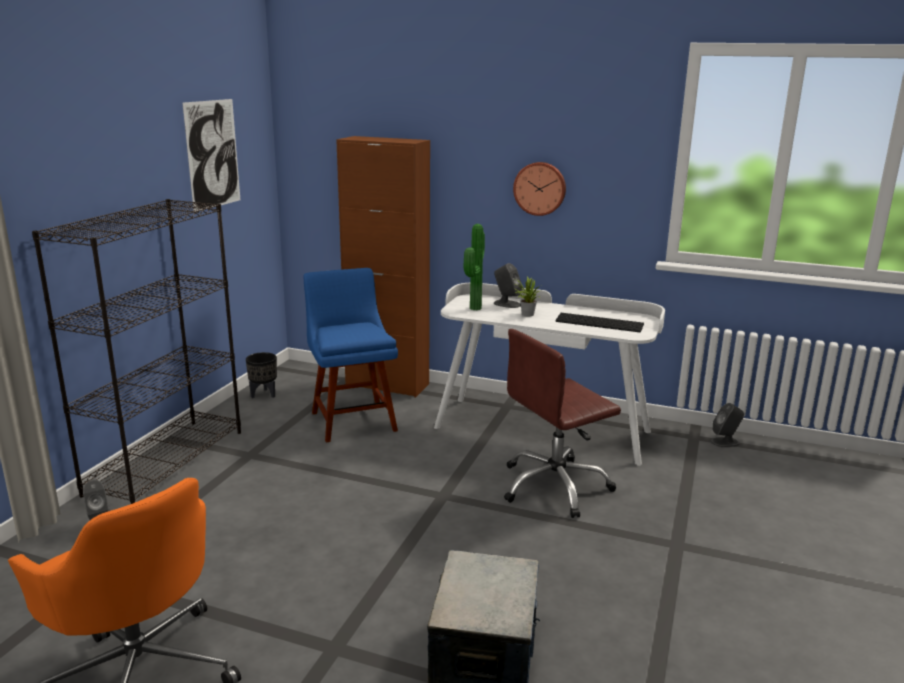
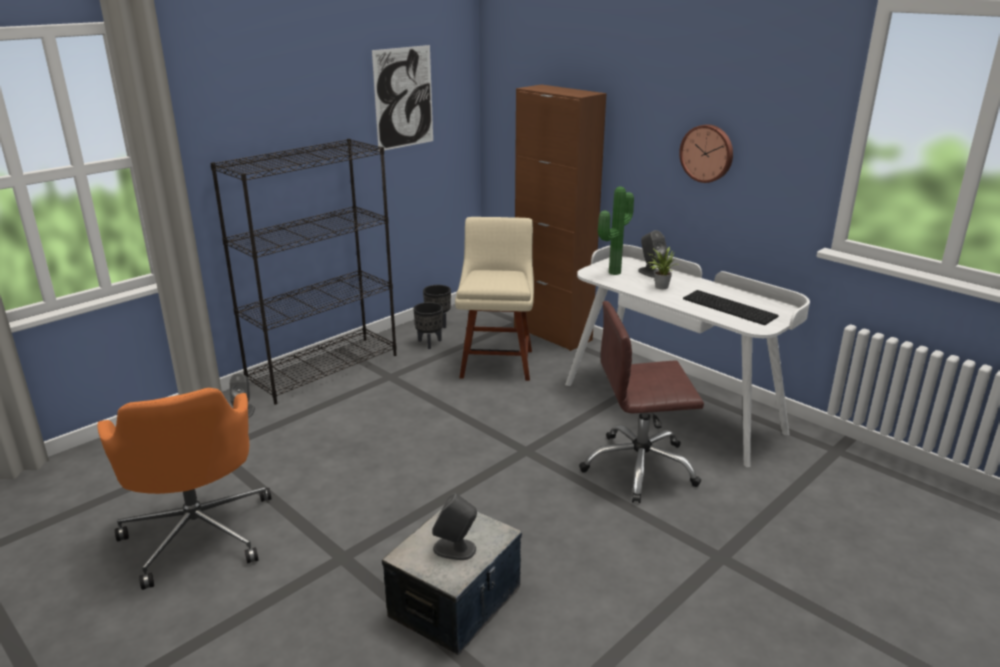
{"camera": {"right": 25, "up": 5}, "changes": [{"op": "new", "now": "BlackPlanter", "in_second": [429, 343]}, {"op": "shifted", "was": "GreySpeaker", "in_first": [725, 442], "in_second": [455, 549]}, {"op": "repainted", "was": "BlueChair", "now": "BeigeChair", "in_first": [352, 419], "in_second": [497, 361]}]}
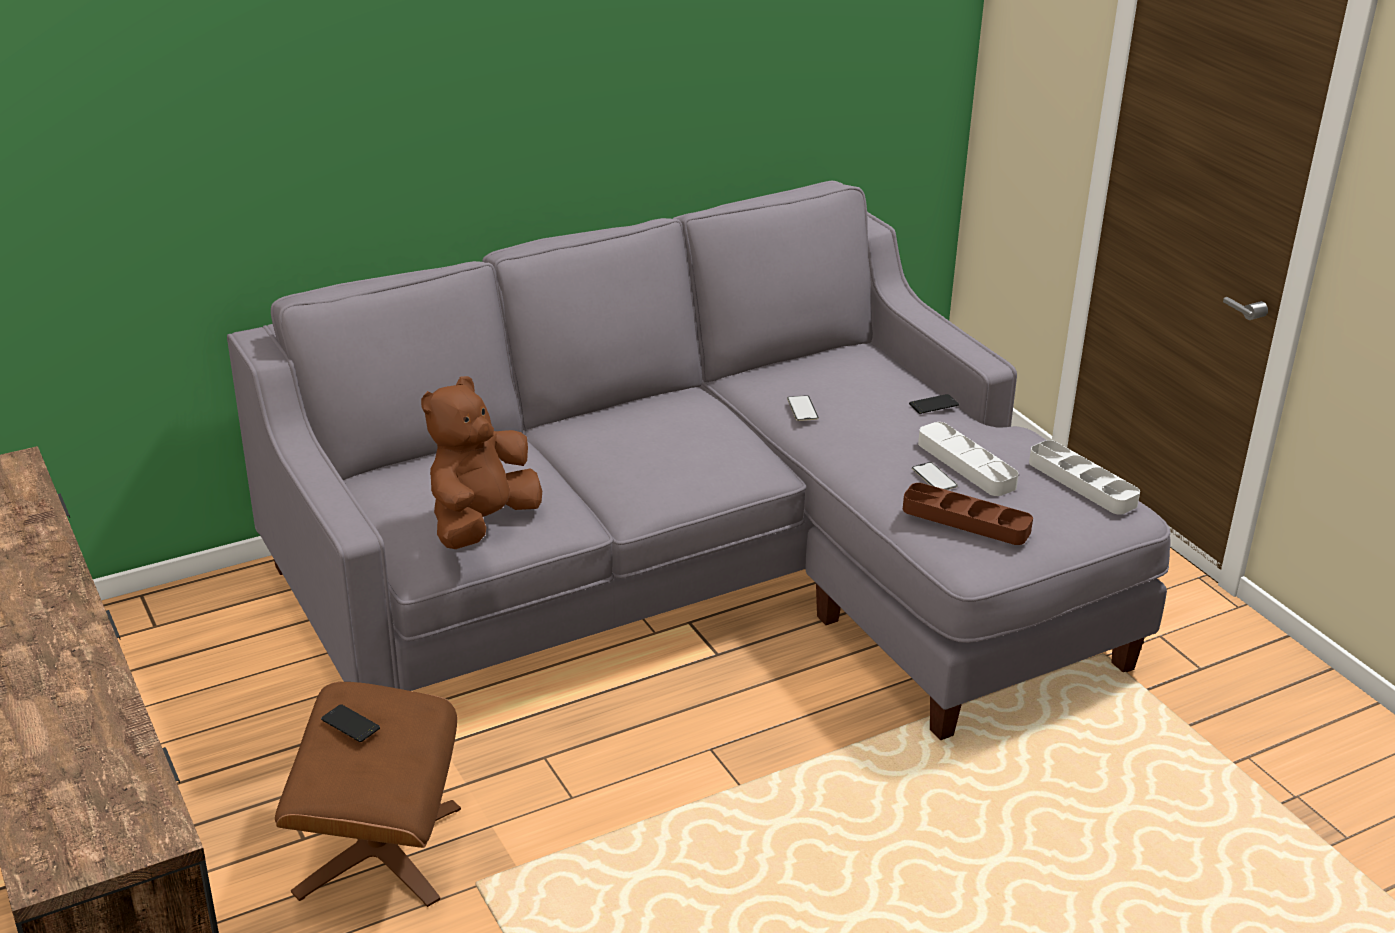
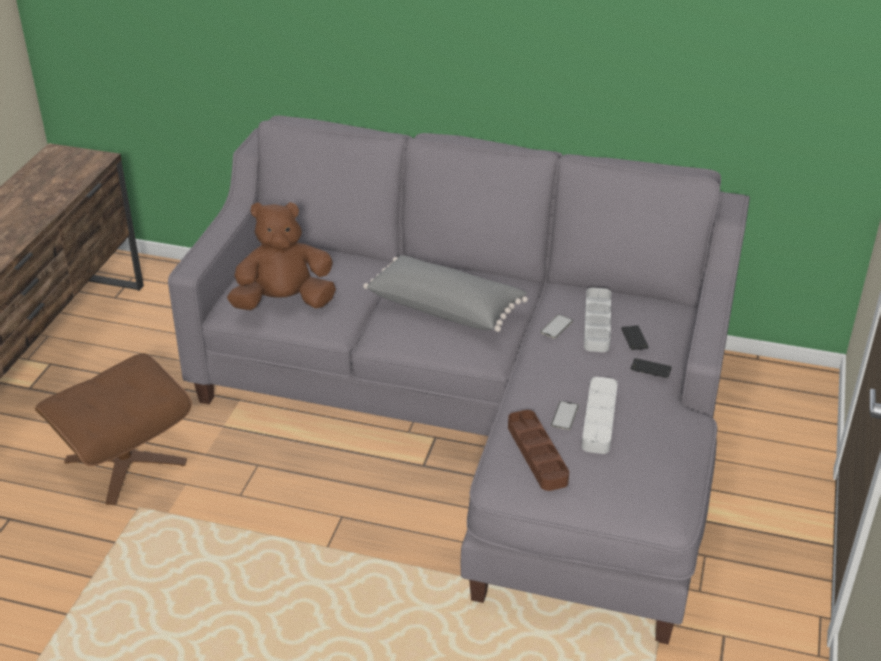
{"camera": {"right": 45, "up": 5}, "changes": [{"op": "new", "now": "GreyPillow", "in_second": [445, 307]}, {"op": "shifted", "was": "Phone", "in_first": [350, 724], "in_second": [634, 338]}, {"op": "shifted", "was": "GreyTray", "in_first": [1082, 483], "in_second": [597, 323]}]}
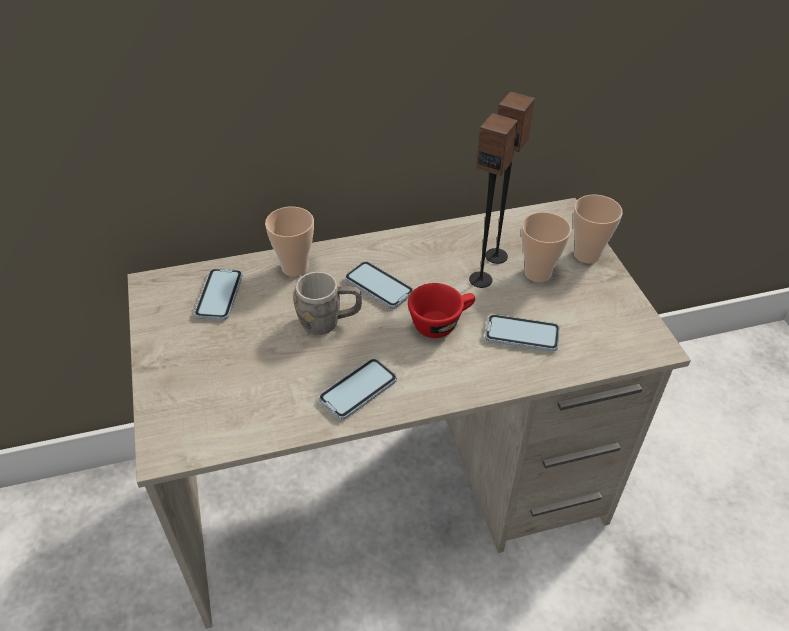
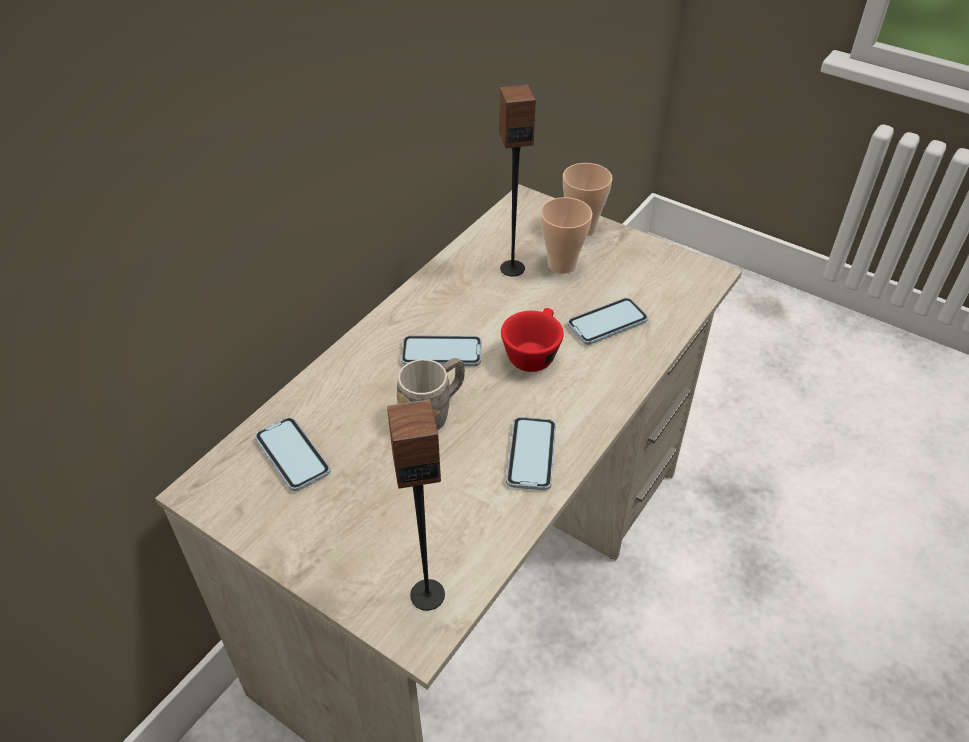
{"camera": {"right": -40, "up": 0}, "changes": [{"op": "gone", "was": "Cup", "in_first": [295, 267]}, {"op": "shifted", "was": "Speaker", "in_first": [481, 279], "in_second": [427, 594]}]}
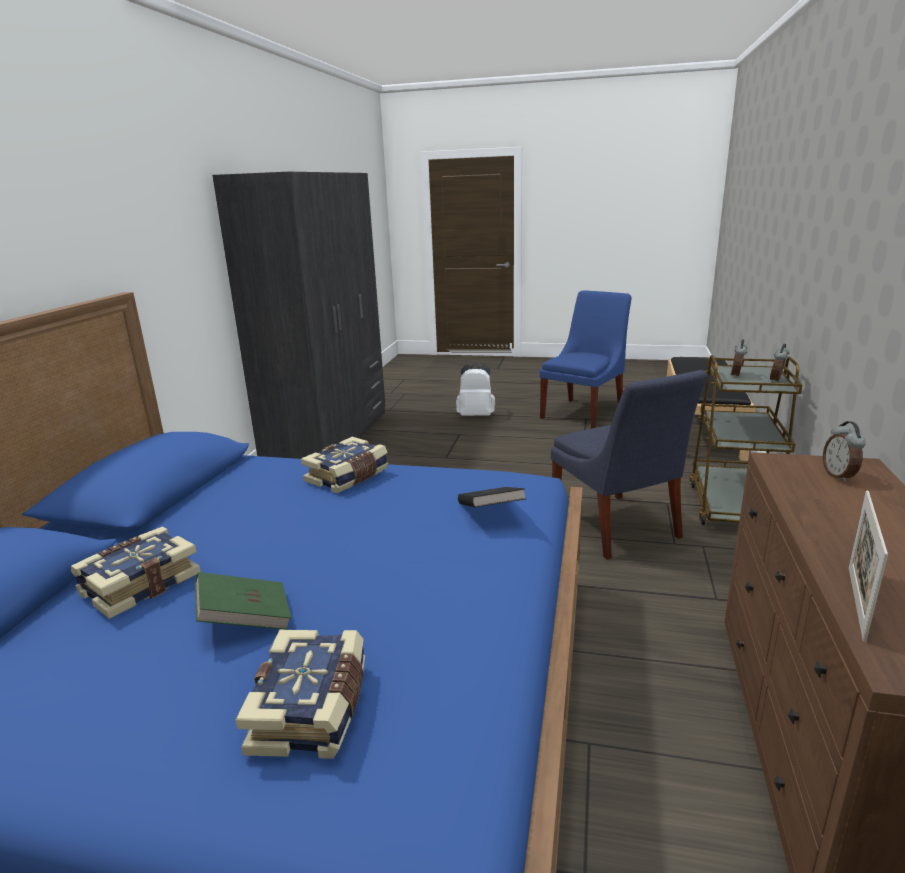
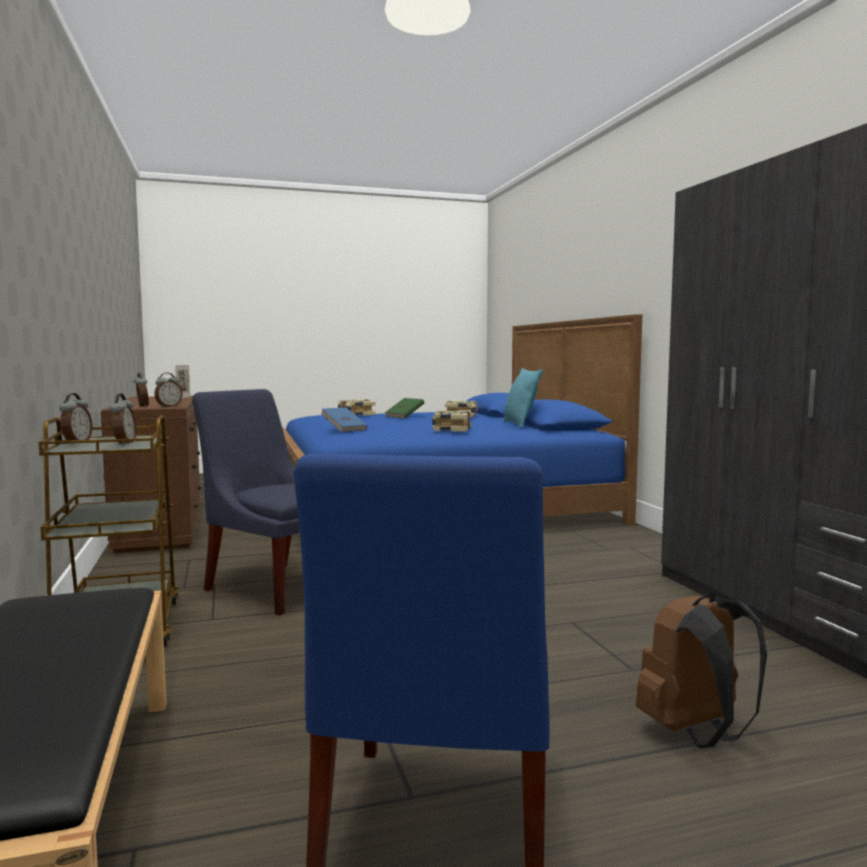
{"camera": {"right": 150, "up": -15}, "changes": [{"op": "new", "now": "AlarmClock", "in_second": [168, 407]}, {"op": "new", "now": "TurquoisePillow", "in_second": [520, 425]}, {"op": "repainted", "was": "WhiteBackpack", "now": "BrownBackpack", "in_first": [476, 416], "in_second": [696, 733]}, {"op": "repainted", "was": "BlackBook", "now": "BlueBook", "in_first": [490, 513], "in_second": [344, 430]}]}
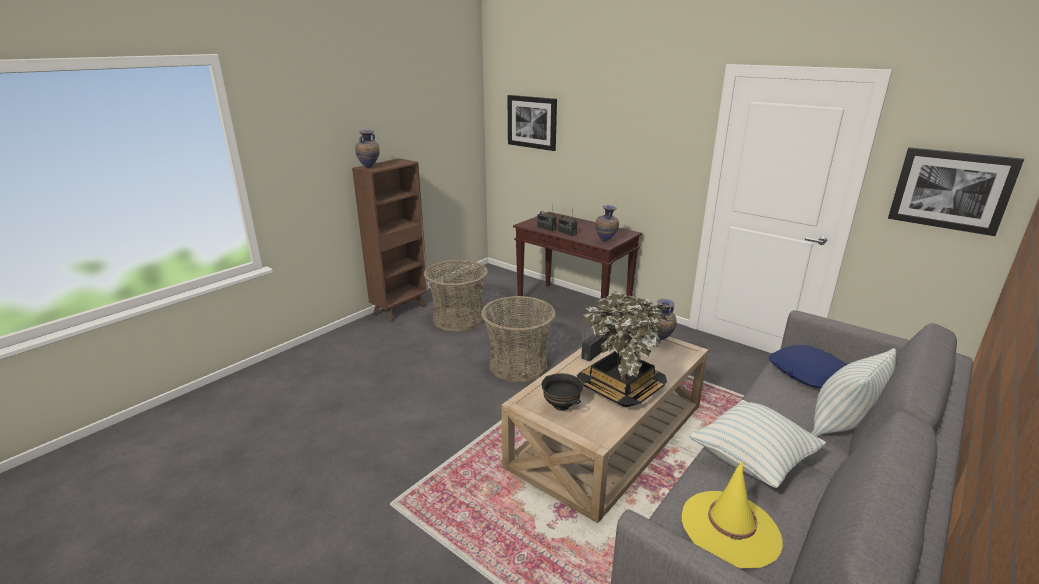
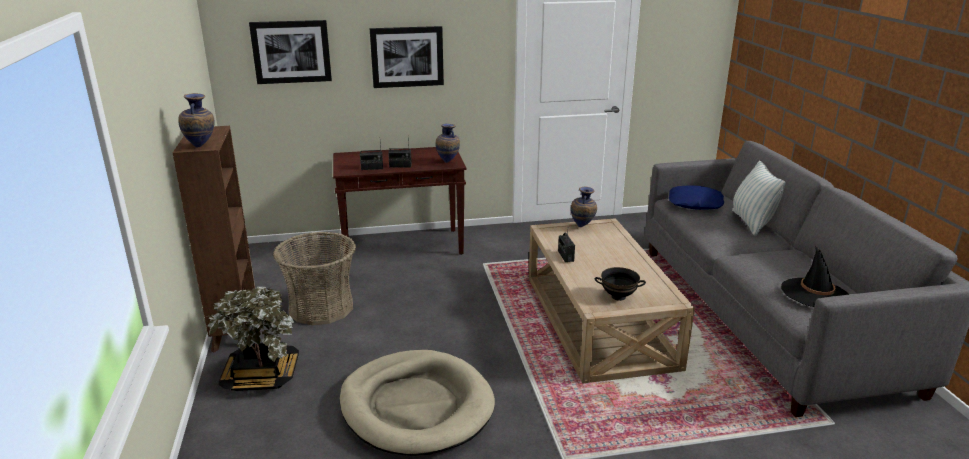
{"camera": {"right": -50, "up": 0}, "changes": [{"op": "gone", "was": "Basket", "in_first": [518, 365]}, {"op": "gone", "was": "Pillow", "in_first": [752, 460]}, {"op": "new", "now": "BeigeDogBed", "in_second": [416, 406]}, {"op": "shifted", "was": "PottedPlant", "in_first": [621, 389], "in_second": [262, 376]}, {"op": "shifted", "was": "Picture", "in_first": [951, 190], "in_second": [407, 57]}, {"op": "repainted", "was": "YellowHat", "now": "BlackHat", "in_first": [730, 528], "in_second": [815, 294]}]}
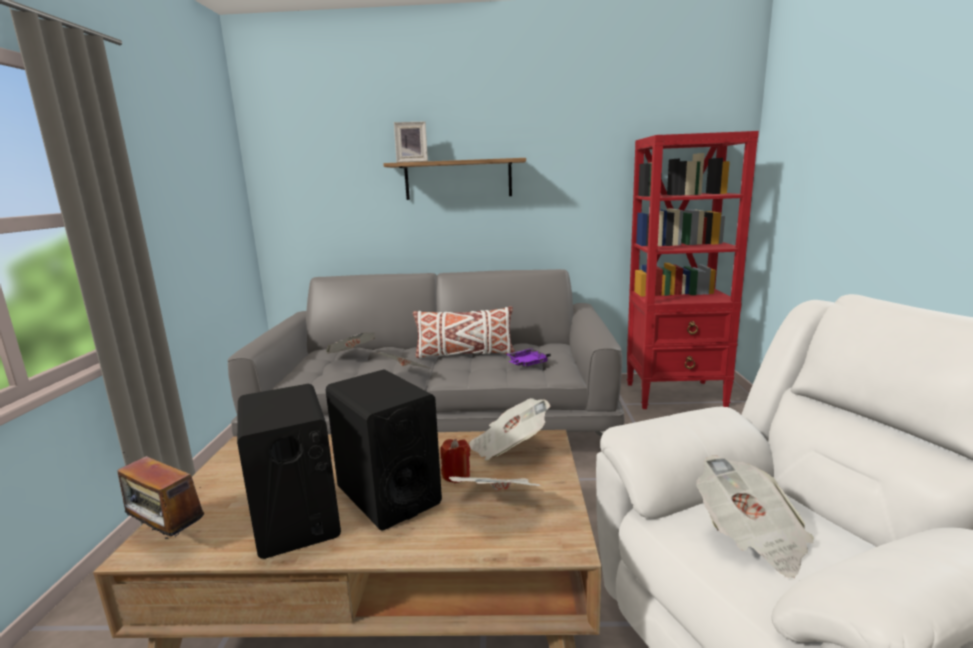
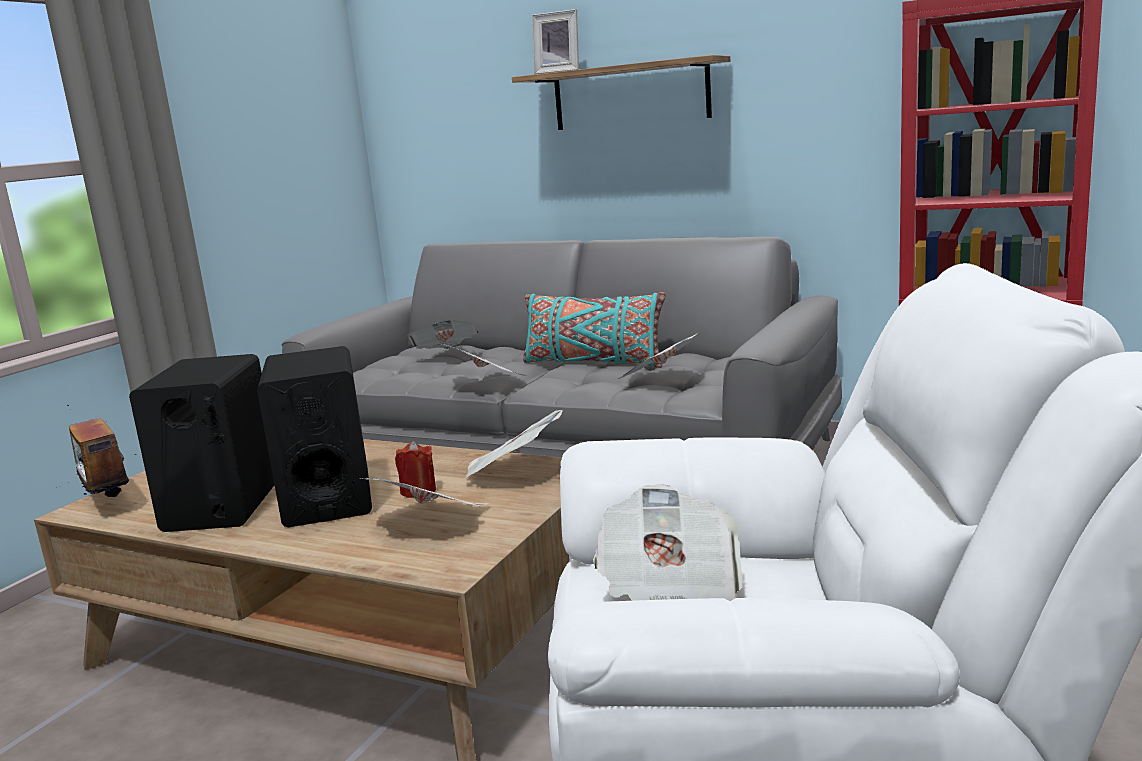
{"camera": {"right": 25, "up": 0}, "changes": [{"op": "swapped", "was": "PurpleTray", "now": "Newspaper", "in_first": [526, 363], "in_second": [660, 379]}, {"op": "repainted", "was": "WhitePillow", "now": "TurquoisePillow", "in_first": [464, 354], "in_second": [593, 362]}]}
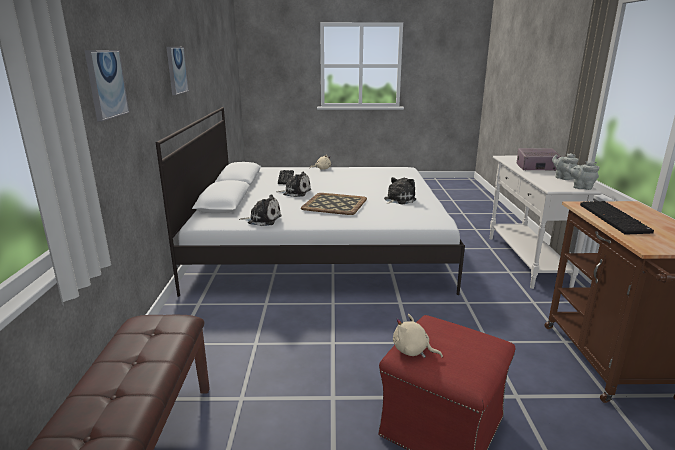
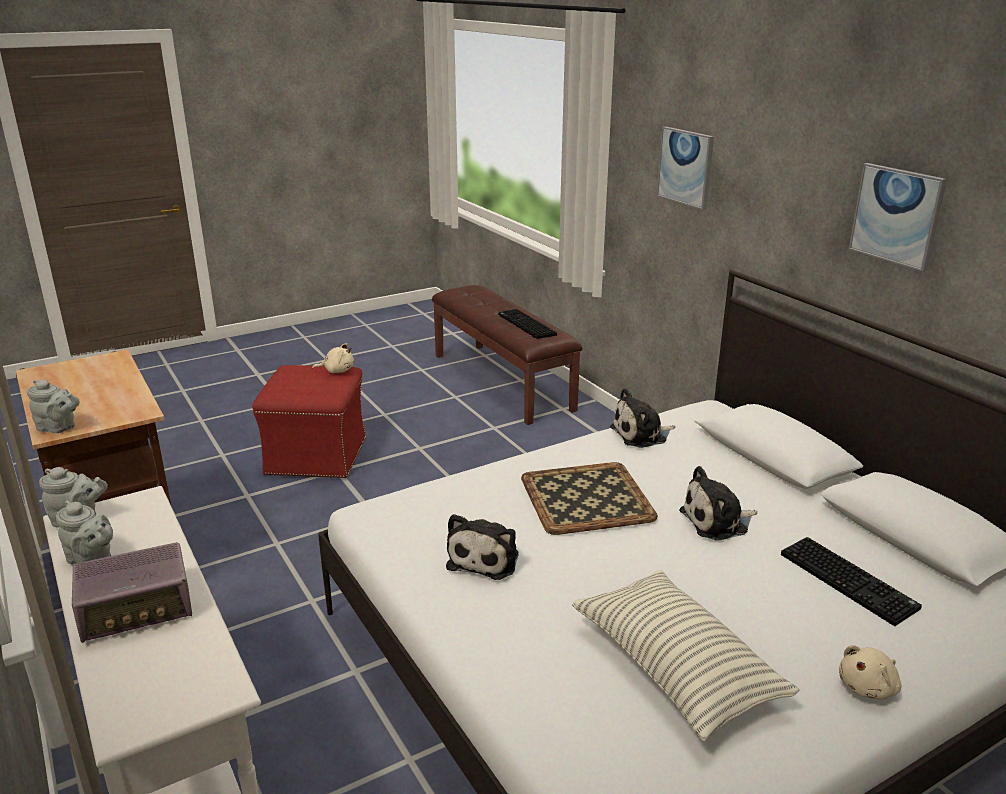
{"camera": {"right": 150, "up": 5}, "changes": [{"op": "new", "now": "GreyTeapot", "in_second": [59, 428]}, {"op": "new", "now": "Pillow", "in_second": [676, 669]}, {"op": "shifted", "was": "Keyboard", "in_first": [615, 219], "in_second": [525, 325]}]}
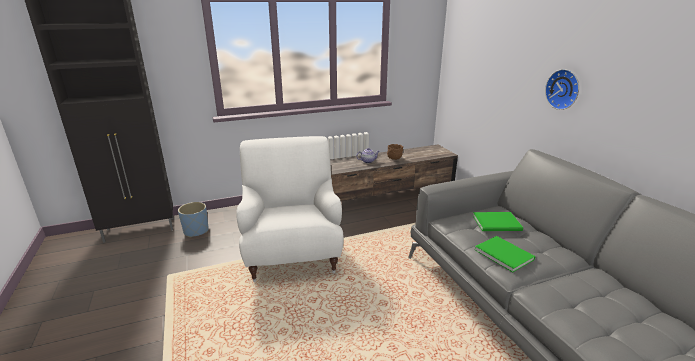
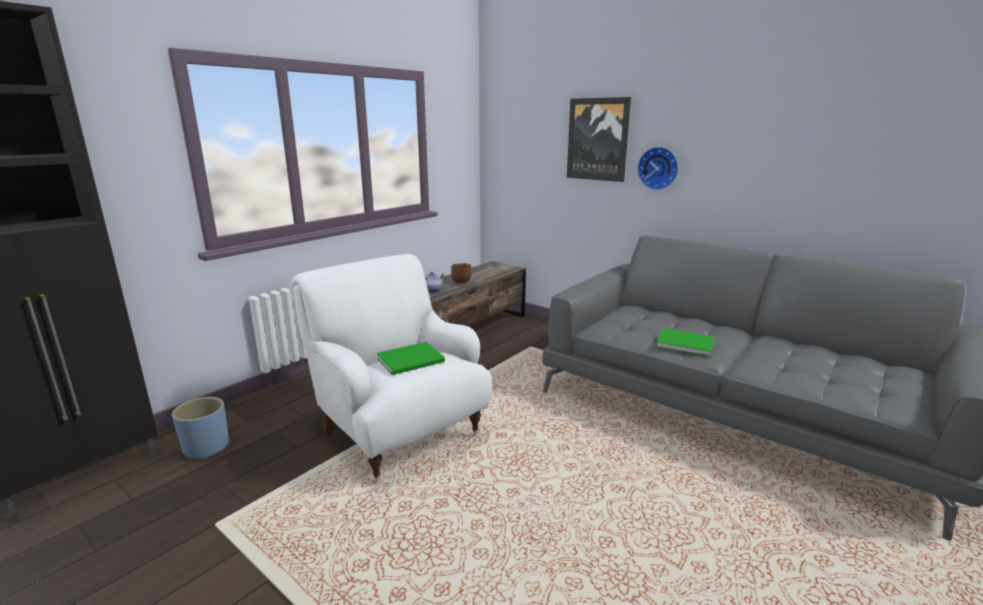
{"camera": {"right": -30, "up": -5}, "changes": [{"op": "new", "now": "Picture", "in_second": [598, 139]}, {"op": "shifted", "was": "GreenBook", "in_first": [498, 223], "in_second": [412, 360]}]}
